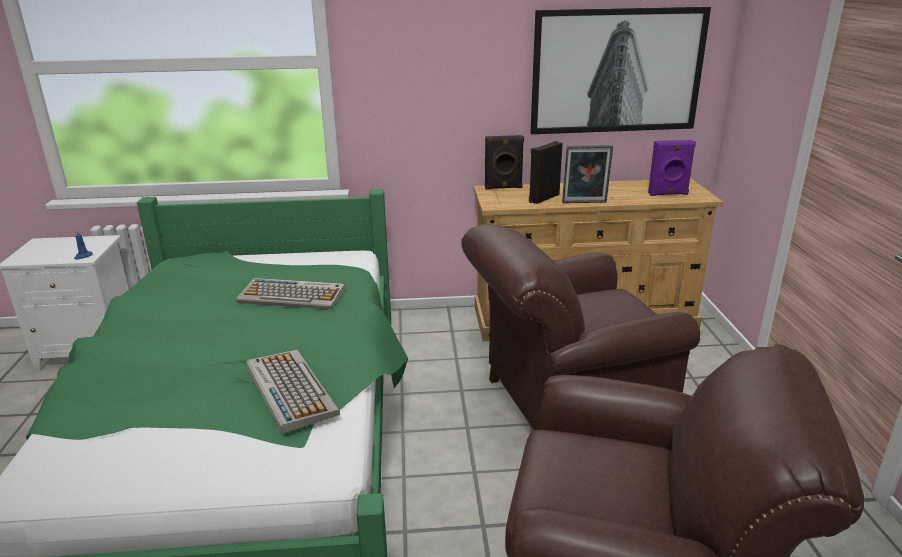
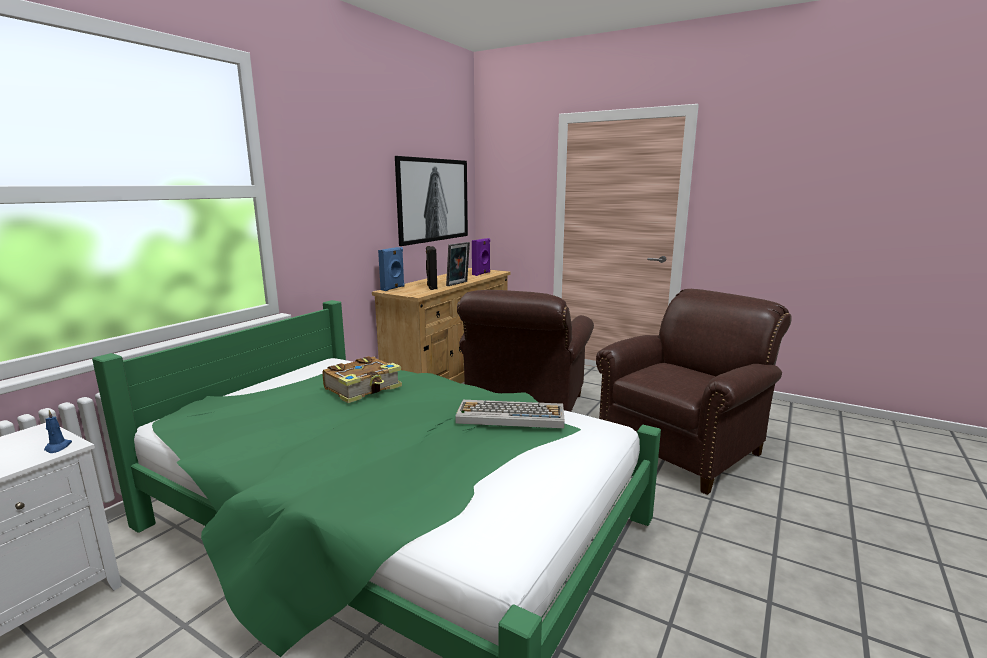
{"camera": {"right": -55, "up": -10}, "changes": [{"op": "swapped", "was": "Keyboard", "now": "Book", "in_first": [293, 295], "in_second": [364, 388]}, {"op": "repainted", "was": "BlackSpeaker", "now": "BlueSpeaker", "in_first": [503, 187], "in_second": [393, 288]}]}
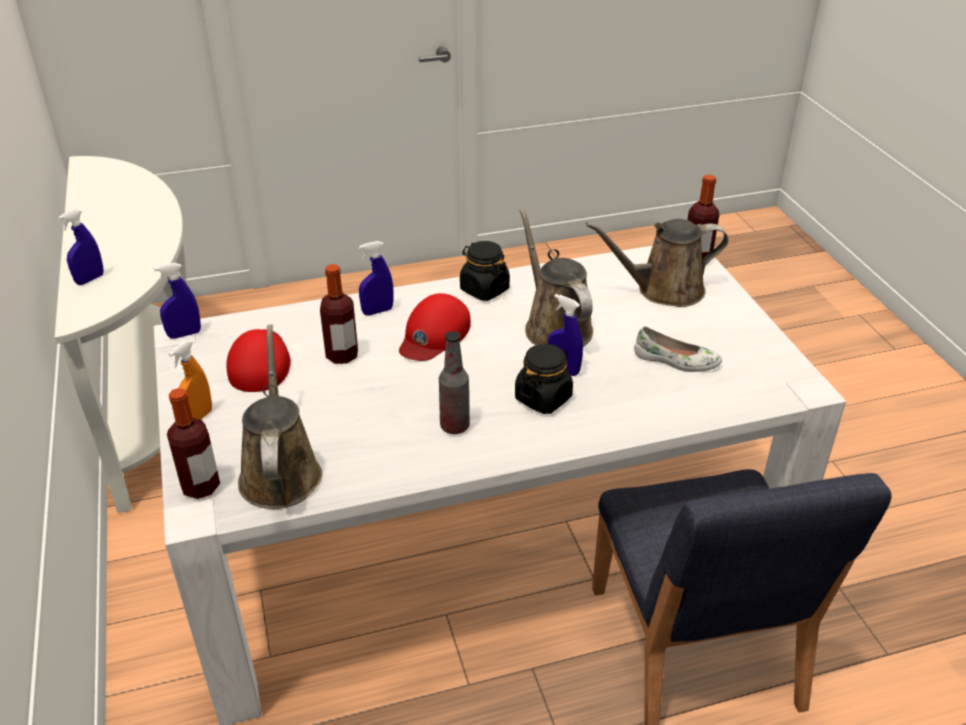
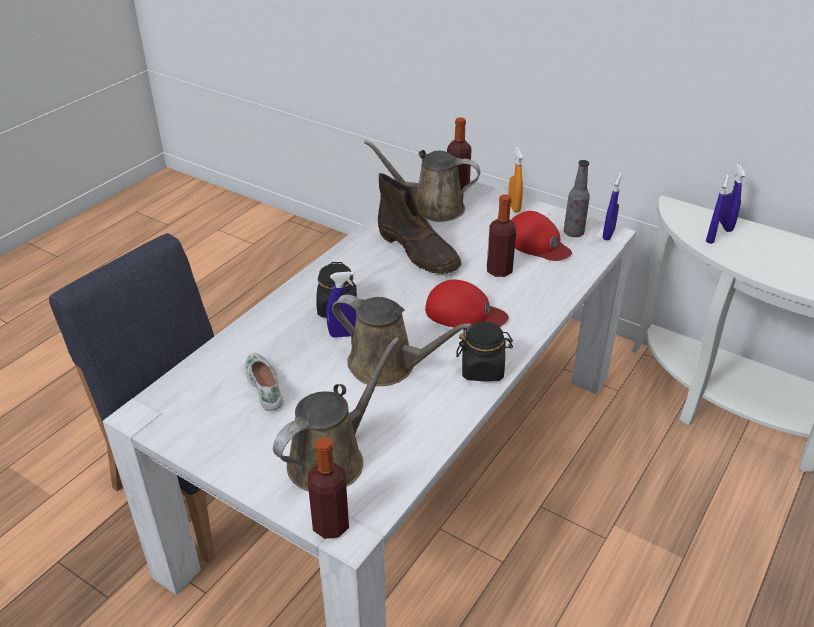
{"camera": {"right": 140, "up": 0}, "changes": [{"op": "new", "now": "BrownBoot", "in_second": [419, 251]}, {"op": "shifted", "was": "BlueSprayBottle", "in_first": [377, 311], "in_second": [710, 238]}, {"op": "shifted", "was": "Bottle", "in_first": [454, 426], "in_second": [573, 233]}, {"op": "rotated", "was": "BrownWateringCan", "in_first": [280, 472], "in_second": [432, 208], "clockwise": 150}, {"op": "rotated", "was": "RedCap", "in_first": [434, 335], "in_second": [464, 313], "clockwise": 120}, {"op": "rotated", "was": "WhiteShoe", "in_first": [676, 361], "in_second": [265, 386], "clockwise": 90}]}
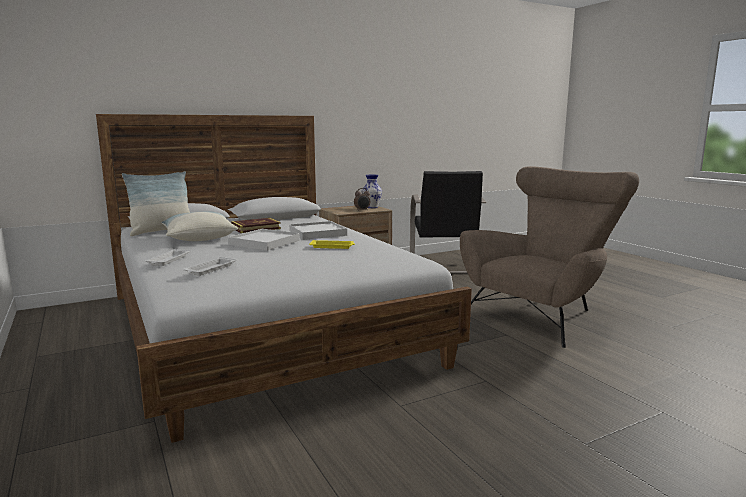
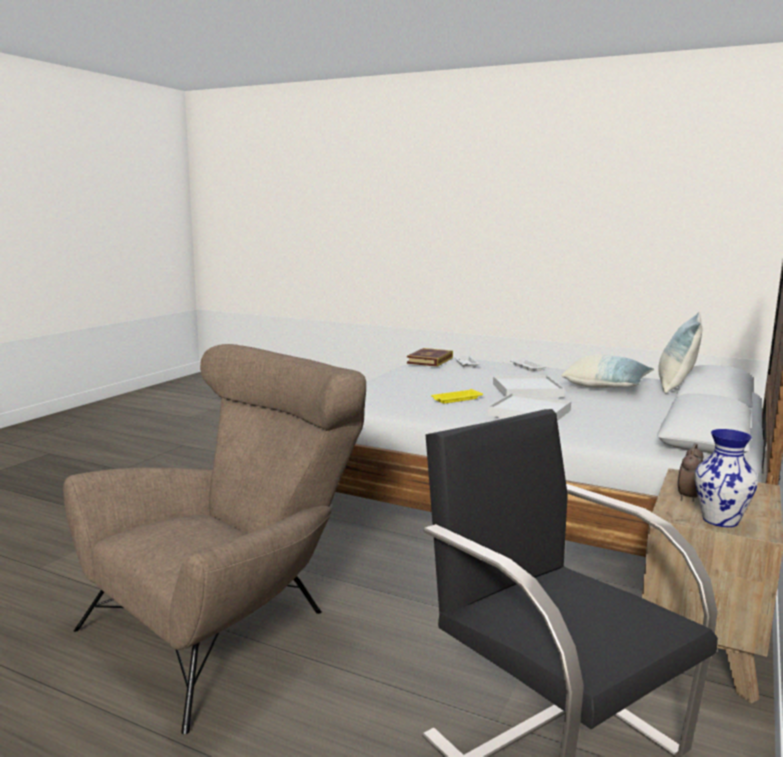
{"camera": {"right": 145, "up": 0}, "changes": [{"op": "shifted", "was": "Book", "in_first": [256, 228], "in_second": [430, 360]}, {"op": "rotated", "was": "BrownArmchair", "in_first": [542, 313], "in_second": [228, 624], "clockwise": -150}]}
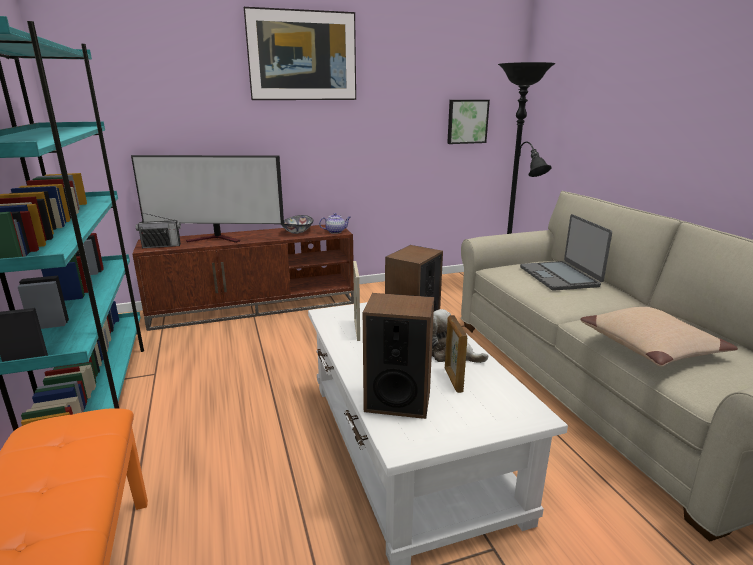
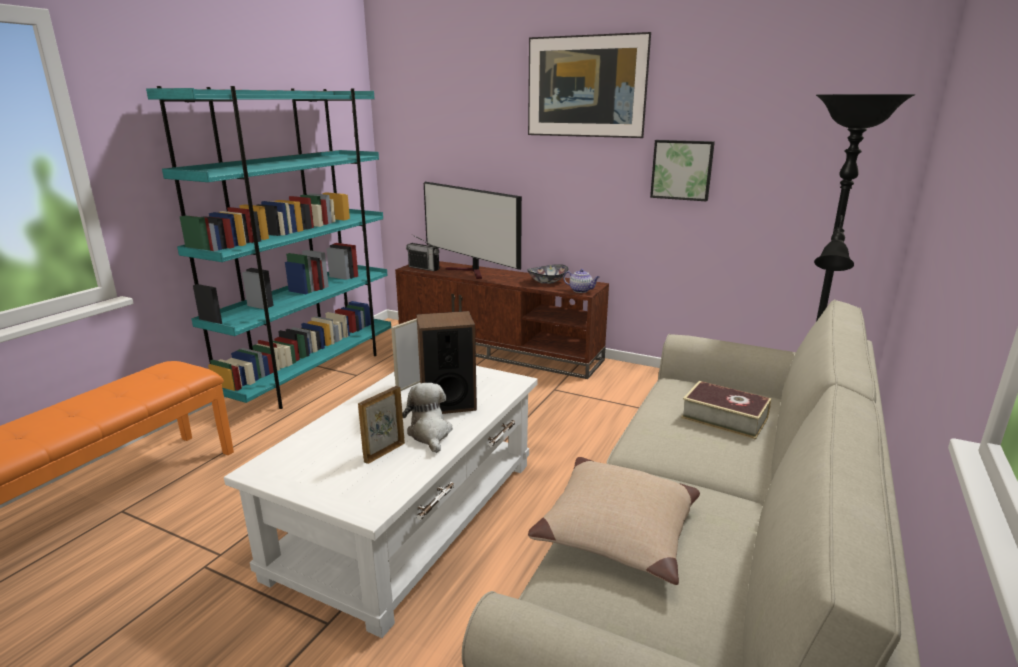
{"camera": {"right": 45, "up": 0}, "changes": [{"op": "gone", "was": "Speaker", "in_first": [397, 401]}, {"op": "shifted", "was": "Picture", "in_first": [467, 121], "in_second": [682, 170]}, {"op": "swapped", "was": "Laptop", "now": "Book", "in_first": [560, 277], "in_second": [724, 418]}]}
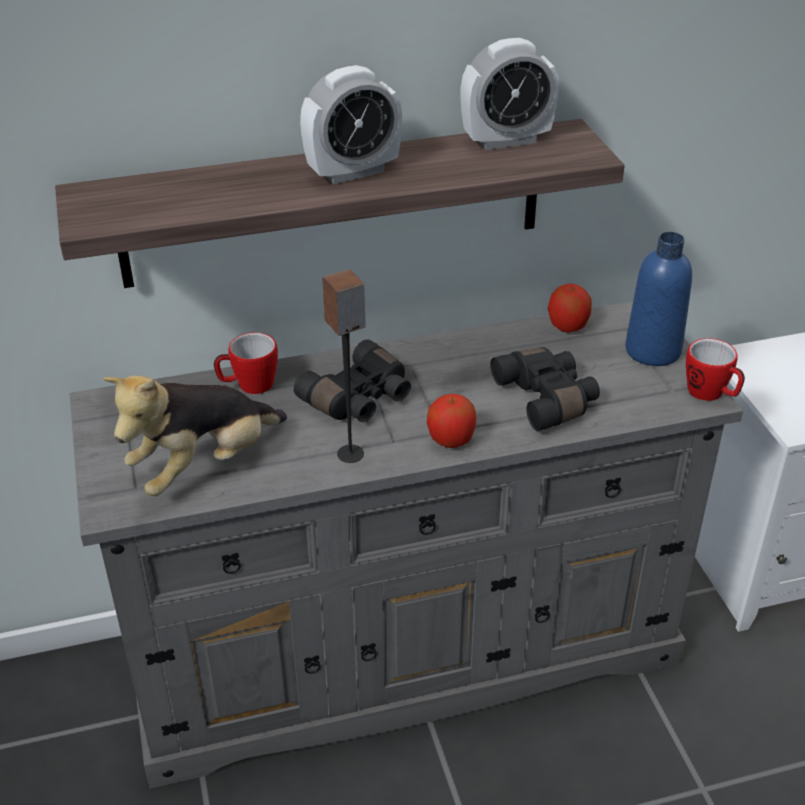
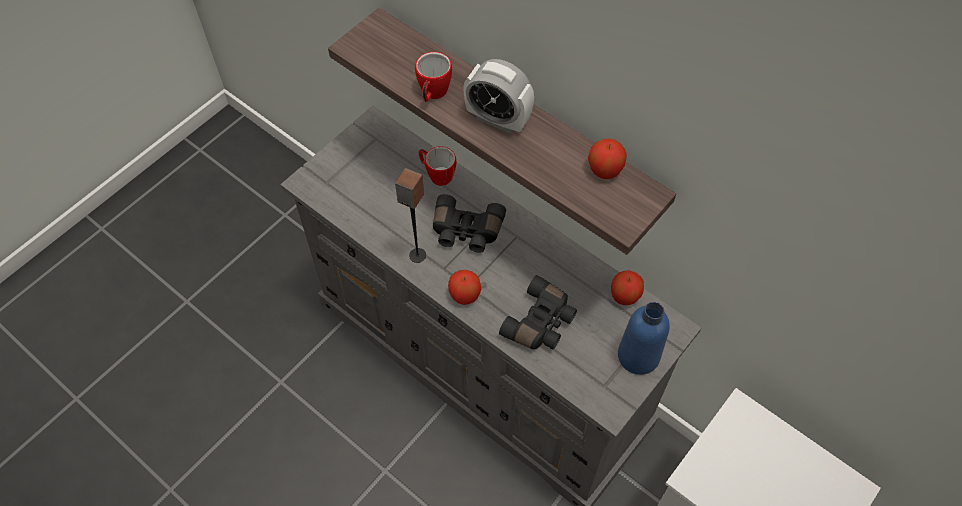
{"camera": {"right": 55, "up": 20}, "changes": [{"op": "gone", "was": "PlushToy", "in_first": [204, 466]}, {"op": "shifted", "was": "Mug", "in_first": [711, 394], "in_second": [433, 94]}, {"op": "swapped", "was": "AlarmClock", "now": "Apple", "in_first": [506, 140], "in_second": [604, 170]}]}
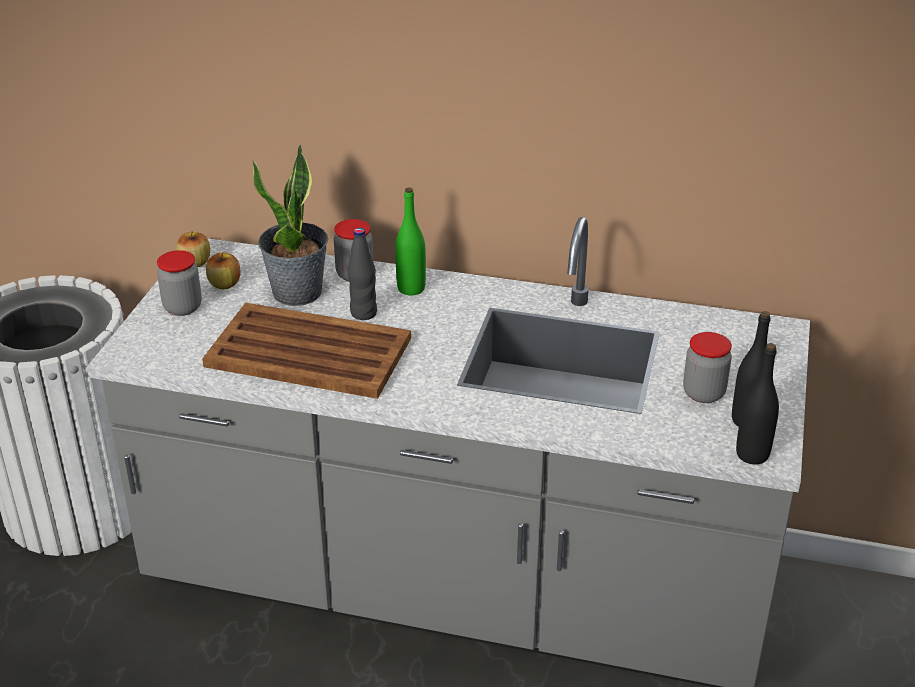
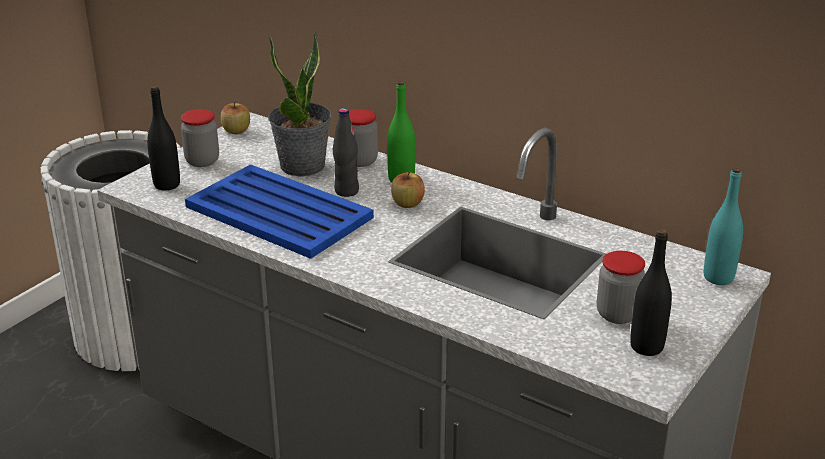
{"camera": {"right": 20, "up": -5}, "changes": [{"op": "new", "now": "TurquoiseBottle", "in_second": [718, 278]}, {"op": "shifted", "was": "Apple", "in_first": [224, 284], "in_second": [407, 203]}, {"op": "shifted", "was": "BlackBottle", "in_first": [752, 454], "in_second": [167, 185]}, {"op": "repainted", "was": "BrownTray", "now": "BlueTray", "in_first": [307, 352], "in_second": [277, 211]}]}
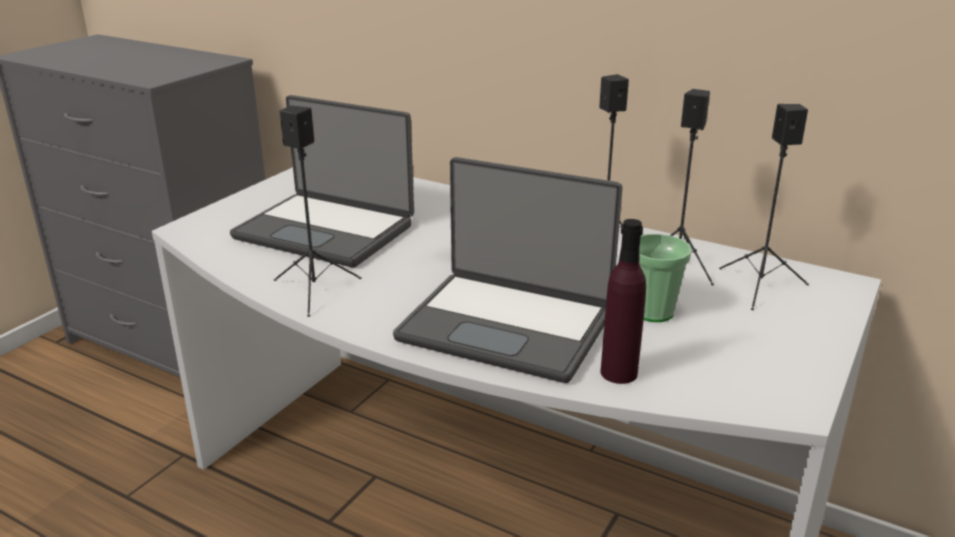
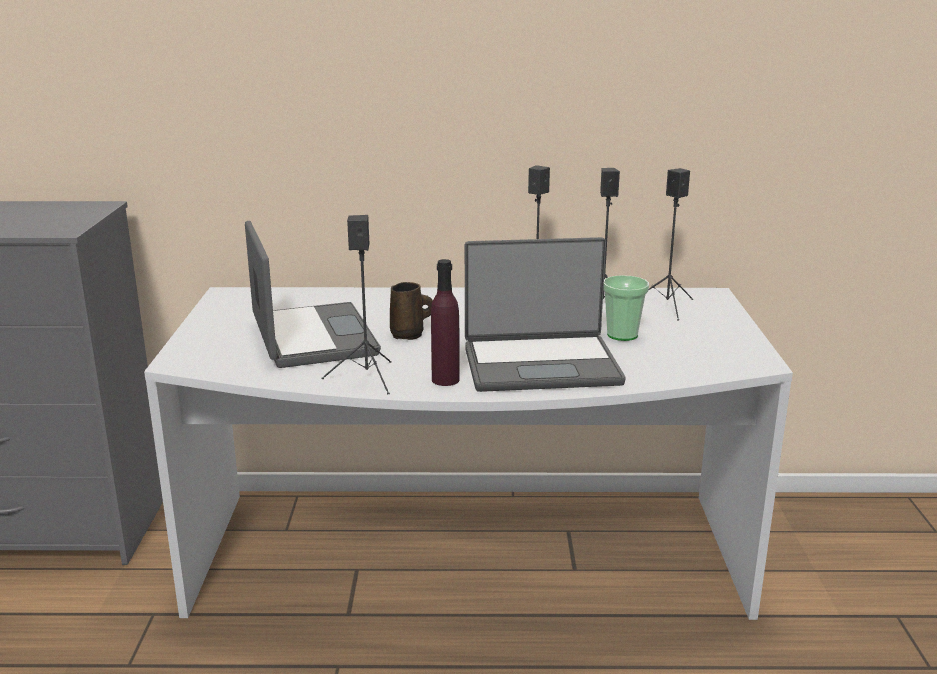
{"camera": {"right": -30, "up": -5}, "changes": [{"op": "new", "now": "BrownMug", "in_second": [409, 335]}, {"op": "shifted", "was": "PurpleBottle", "in_first": [619, 373], "in_second": [445, 380]}, {"op": "rotated", "was": "Laptop", "in_first": [326, 230], "in_second": [311, 337], "clockwise": -105}]}
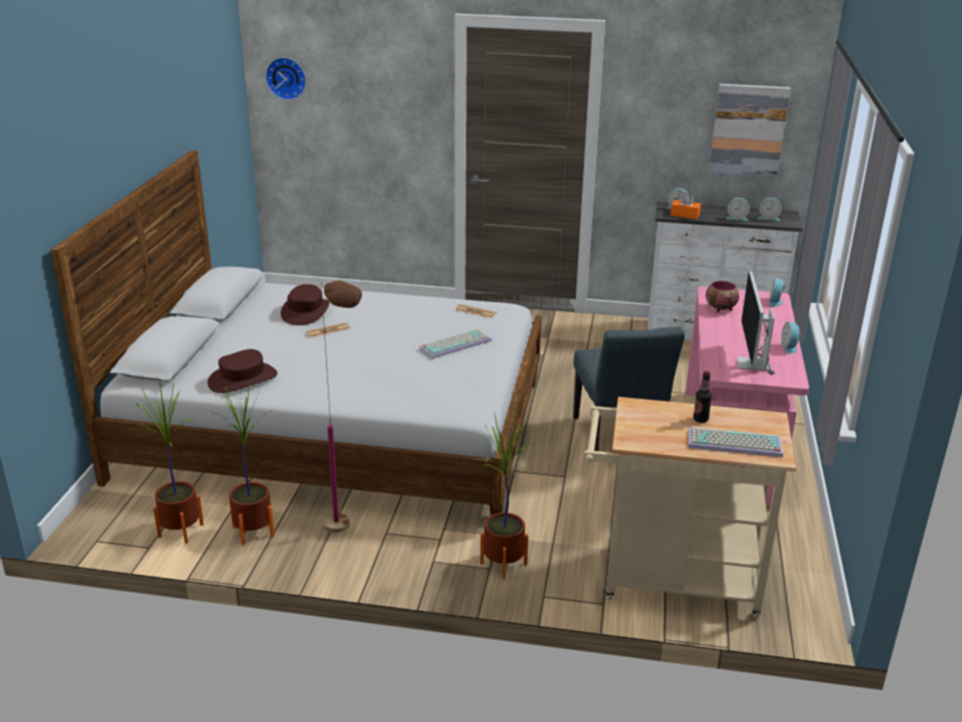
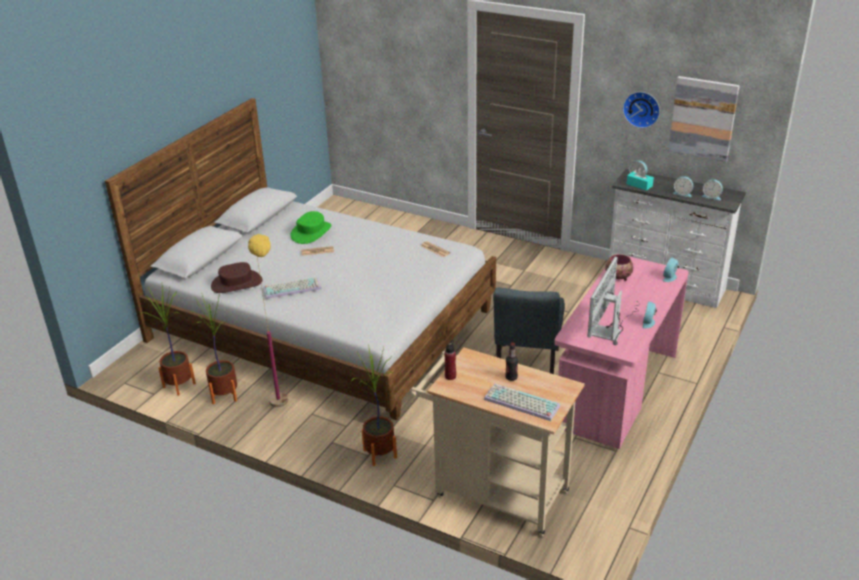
{"camera": {"right": 20, "up": 5}, "changes": [{"op": "new", "now": "RedBottle", "in_second": [450, 376]}, {"op": "shifted", "was": "WallClock", "in_first": [286, 78], "in_second": [642, 108]}, {"op": "shifted", "was": "Keyboard", "in_first": [455, 344], "in_second": [293, 288]}, {"op": "repainted", "was": "BrownHat", "now": "GreenHat", "in_first": [305, 311], "in_second": [311, 232]}, {"op": "repainted", "was": "BrownFloorLamp", "now": "YellowFloorLamp", "in_first": [349, 542], "in_second": [283, 415]}, {"op": "repainted", "was": "OrangeTissueBox", "now": "TurquoiseTissueBox", "in_first": [684, 215], "in_second": [639, 185]}]}
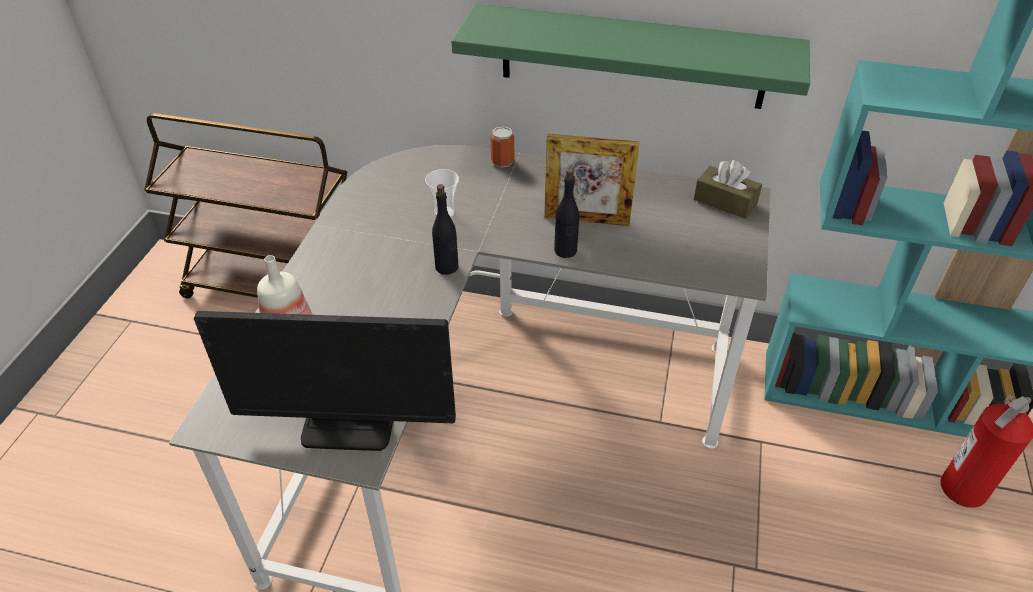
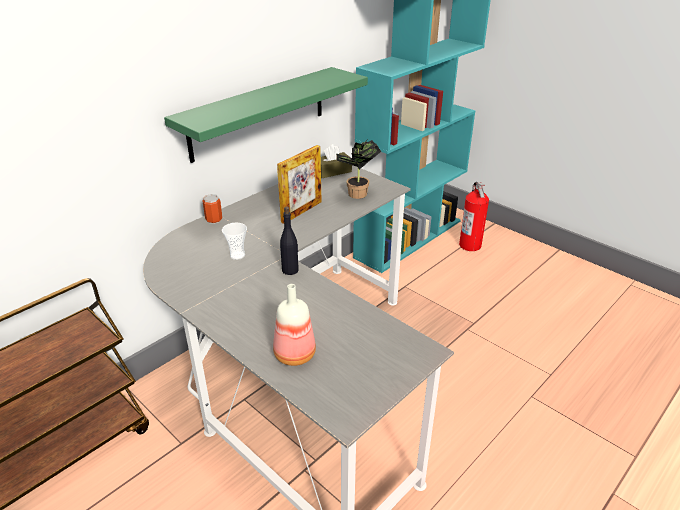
{"camera": {"right": -60, "up": -10}, "changes": [{"op": "gone", "was": "Monitor", "in_first": [348, 425]}, {"op": "gone", "was": "BlackBottle", "in_first": [565, 251]}, {"op": "new", "now": "PottedPlant", "in_second": [357, 195]}]}
